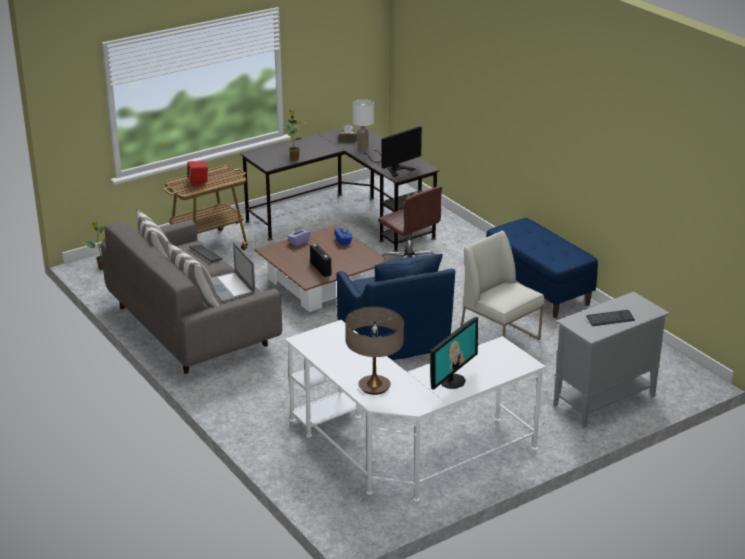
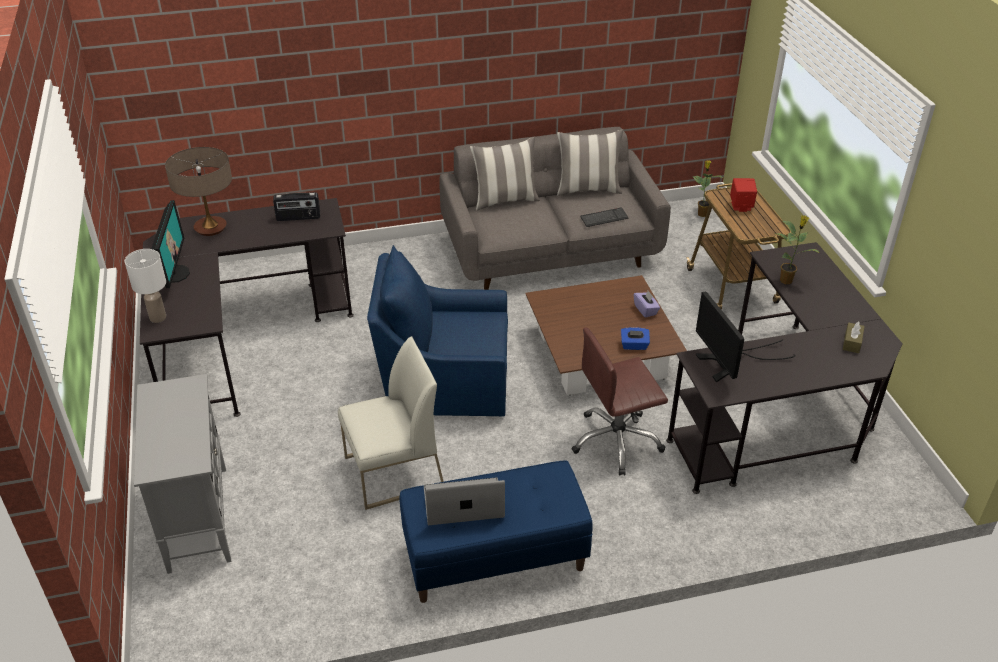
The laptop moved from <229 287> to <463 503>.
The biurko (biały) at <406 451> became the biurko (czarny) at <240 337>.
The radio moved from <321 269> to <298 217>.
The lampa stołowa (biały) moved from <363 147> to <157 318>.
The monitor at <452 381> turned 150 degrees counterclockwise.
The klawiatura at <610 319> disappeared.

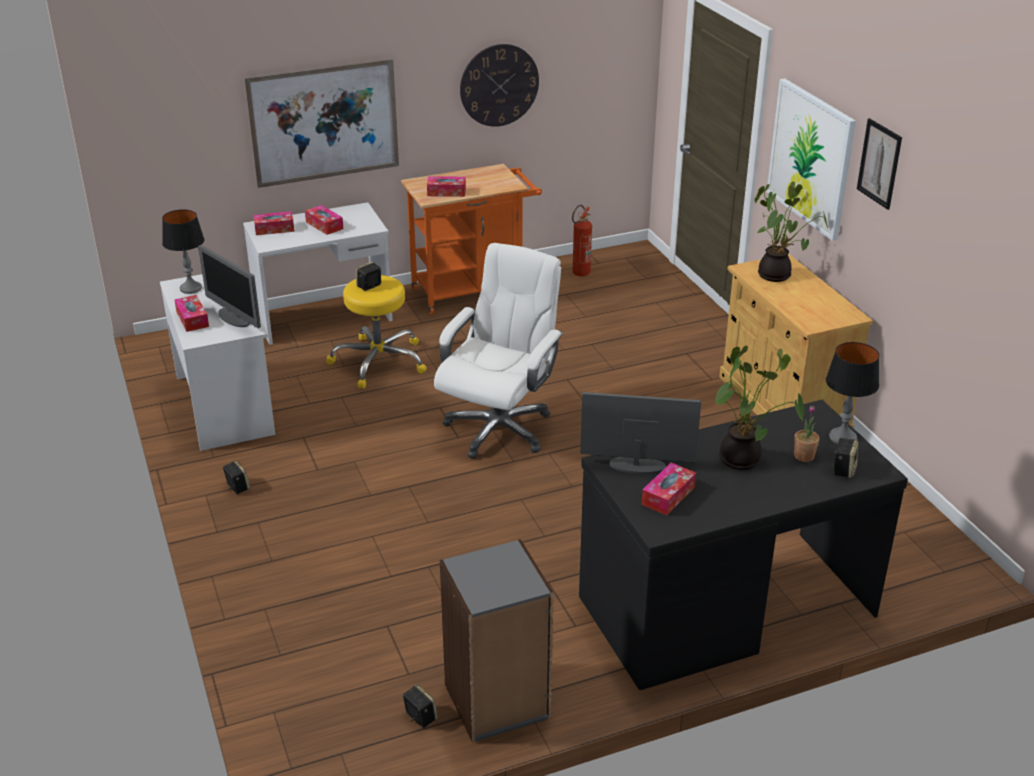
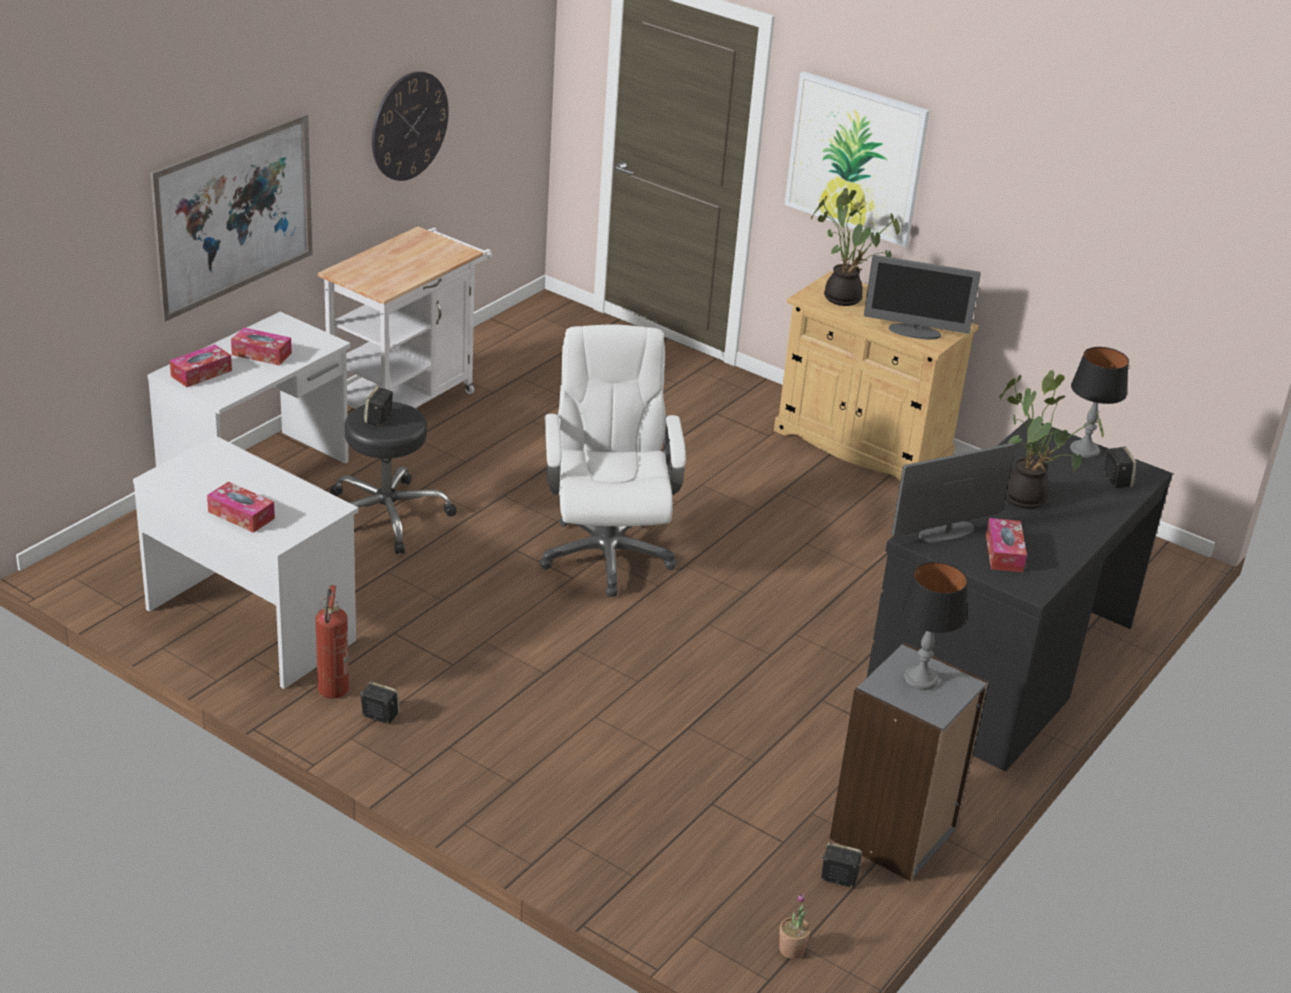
The lampa stołowa moved from <190 288> to <920 679>.
The monitor moved from <234 318> to <915 332>.
The stołek (żółty) at <378 361> became the stołek (czarny) at <385 516>.
The wózek (pomarańczowy) at <473 291> became the wózek (biały) at <408 399>.
The pudełko chusteczek at <446 192> disappeared.
The gaśnica moved from <579 274> to <332 694>.
The roślina doniczkowa moved from <804 456> to <791 949>.
The obraz at <879 163> disappeared.

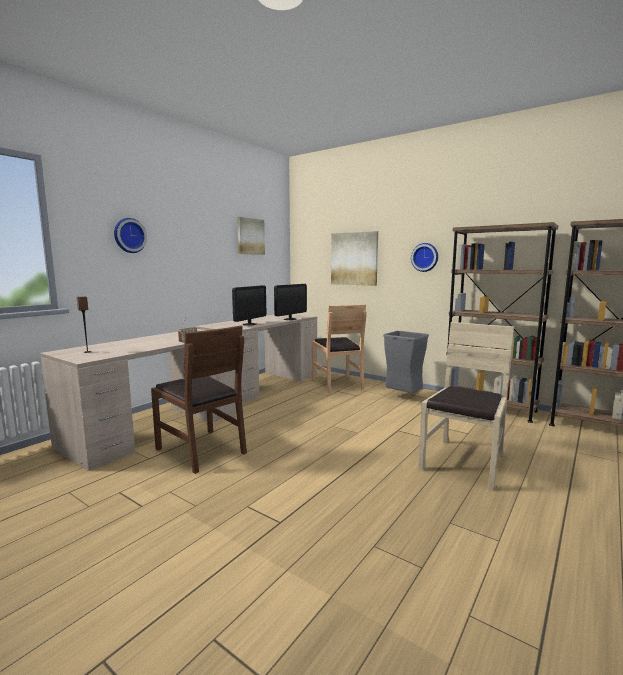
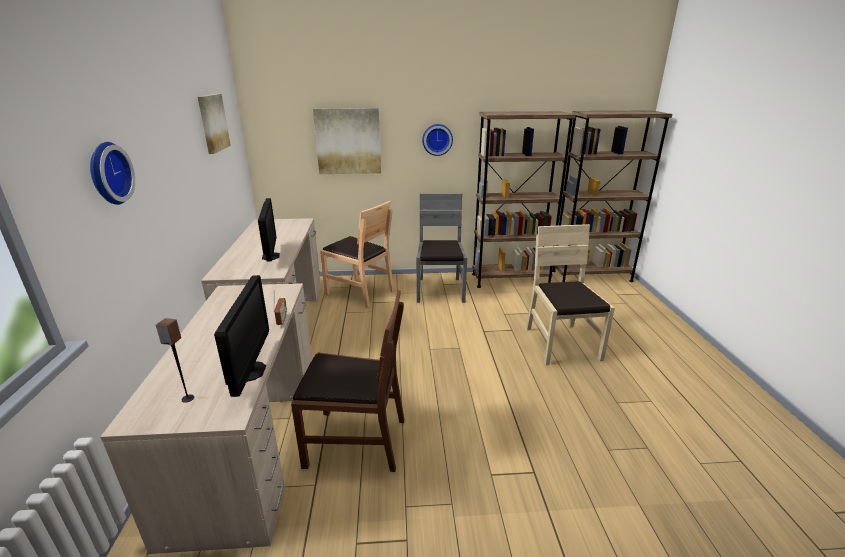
The monitor moved from <290 319> to <250 371>.
The kosz na śmieci (szary) at <403 398> was replaced by the krzesło (szary) at <440 290>.

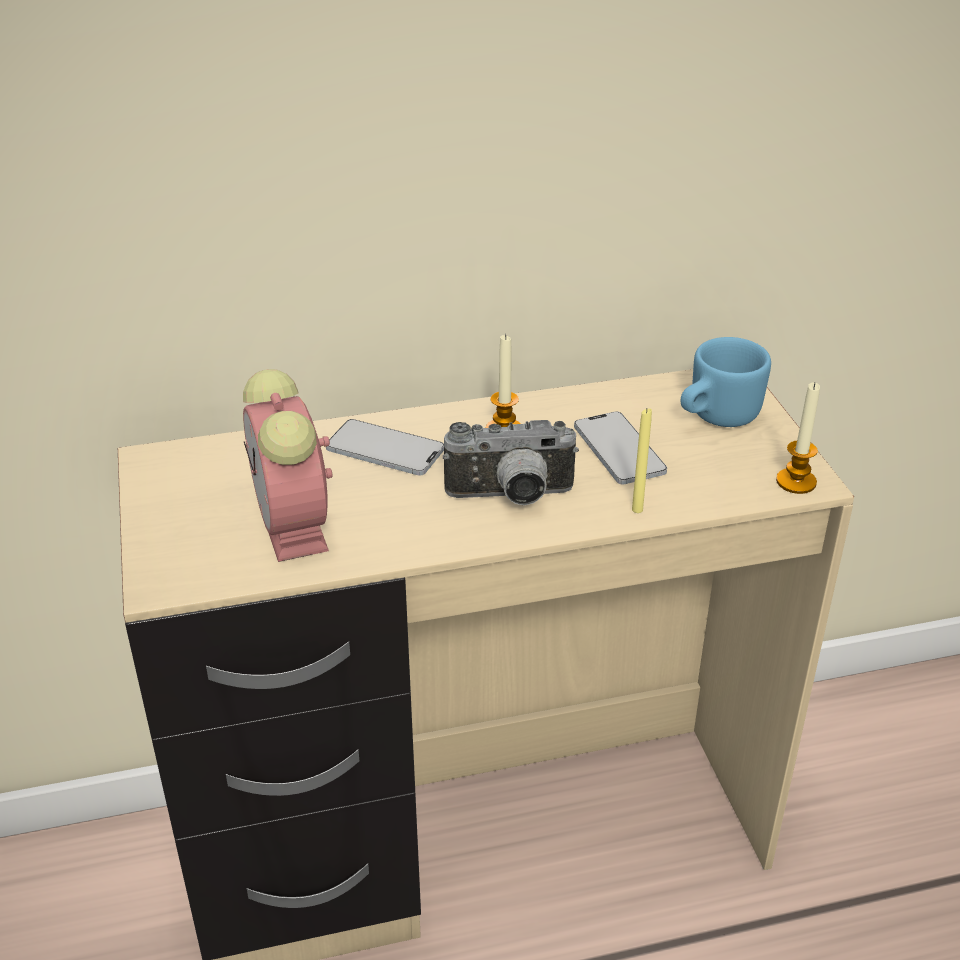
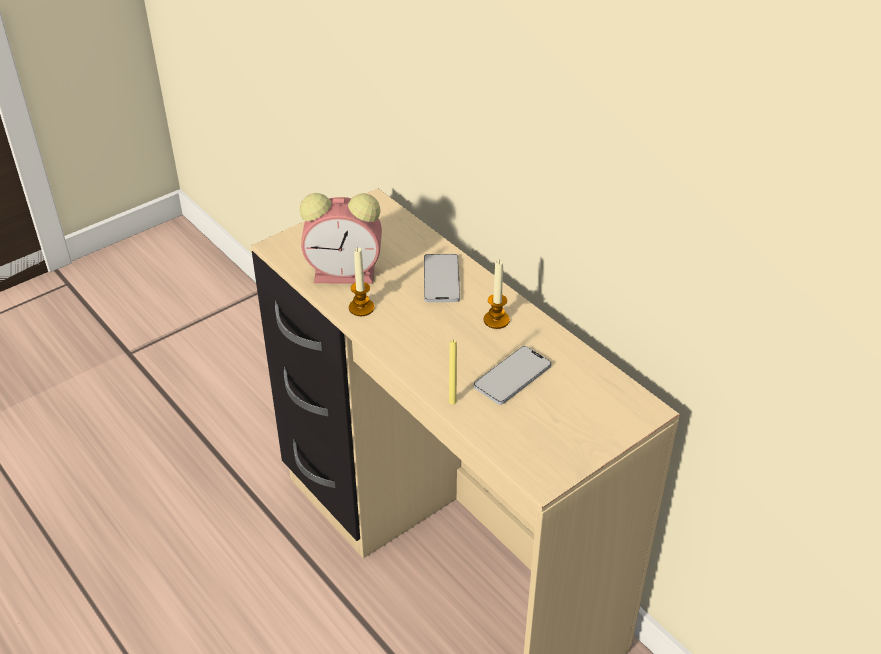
The budzik at <295 529> turned 135 degrees counterclockwise.
The aparat fotograficzny at <511 498> disappeared.
The kubek (niebieski) at <715 417> disappeared.
The świeca moved from <796 482> to <361 308>.

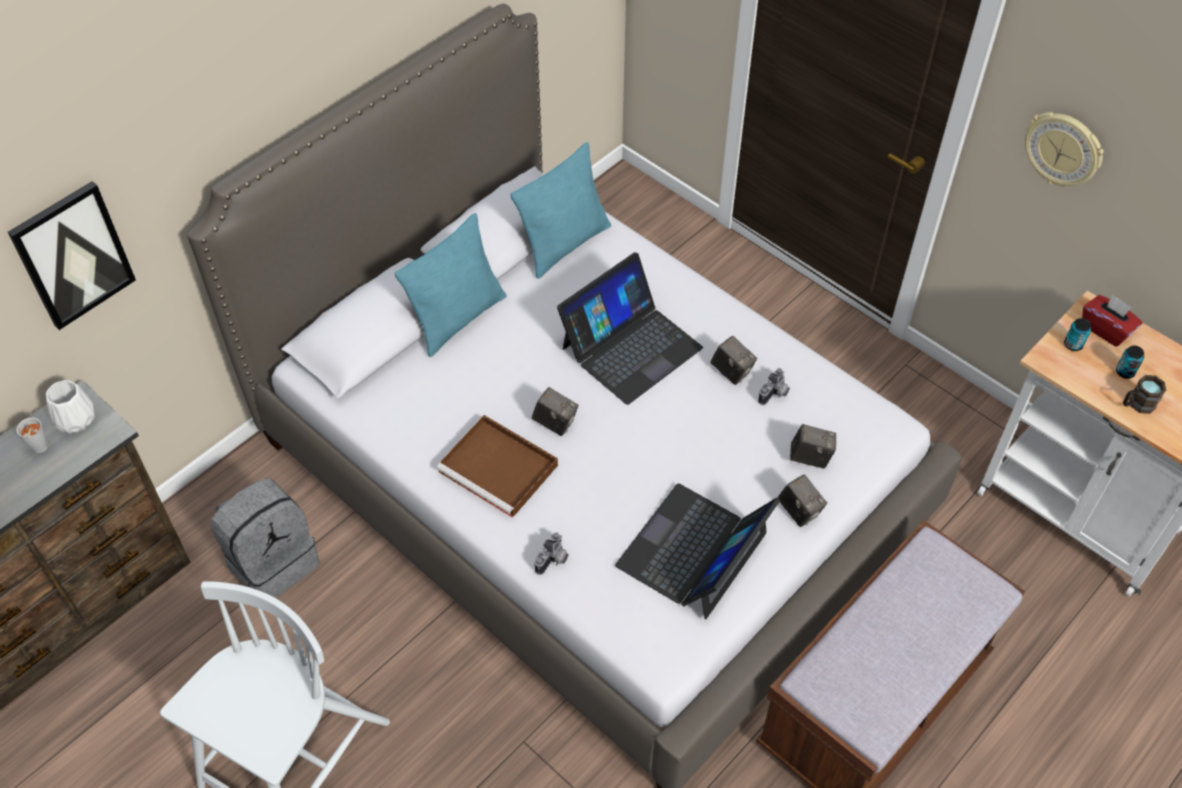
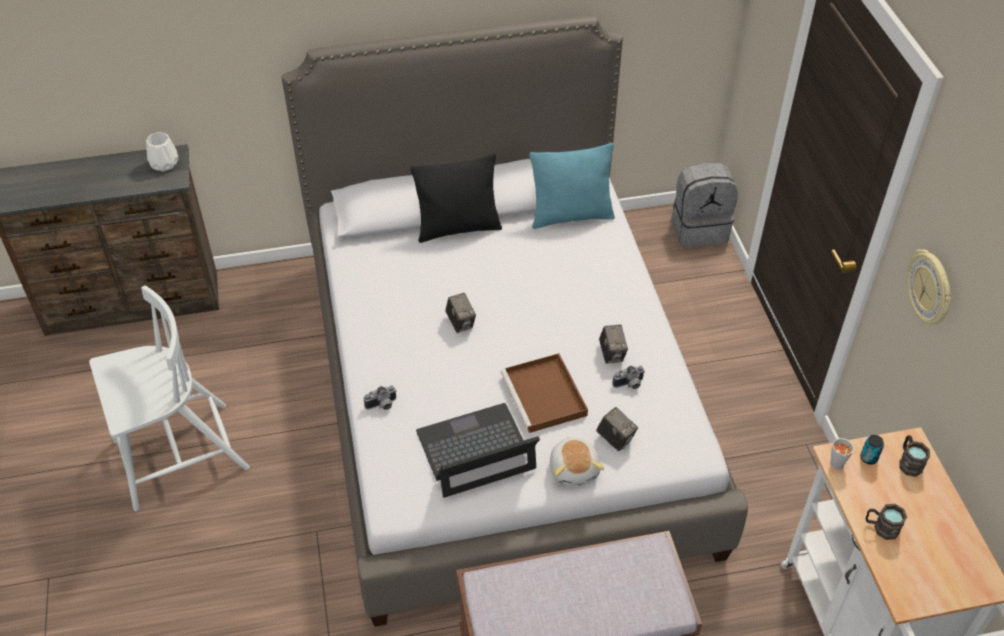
The obraz at <72 255> disappeared.
The filiżanka (szary) moved from <40 449> to <836 466>.
The plecak (szary) moved from <272 562> to <699 229>.
The poduszka (turkusowy) at <458 319> became the poduszka (czarny) at <458 228>.
The taca (brązowy) moved from <500 469> to <545 396>.
The laptop at <630 347> disappeared.
The aparat fotograficzny at <799 511> was replaced by the pluszak at <574 469>.
The pudełko chusteczek (czerwony) at <1106 329> was replaced by the kubek (brązowy) at <908 462>.
The puszka at <1125 372> disappeared.

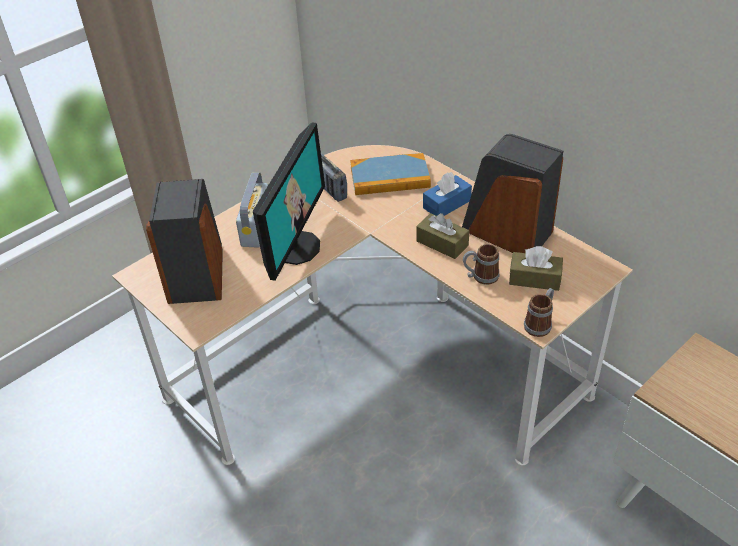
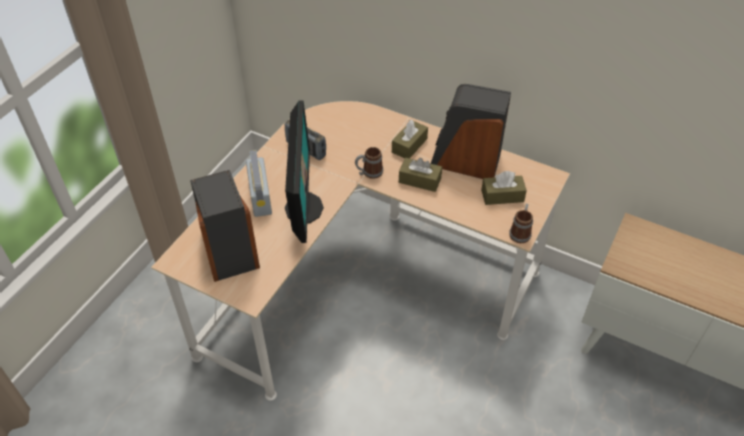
The książka at <390 178> disappeared.
The pudełko chusteczek (niebieski) at <447 204> became the pudełko chusteczek (brązowy) at <409 145>.
The kubek moved from <480 276> to <369 173>.

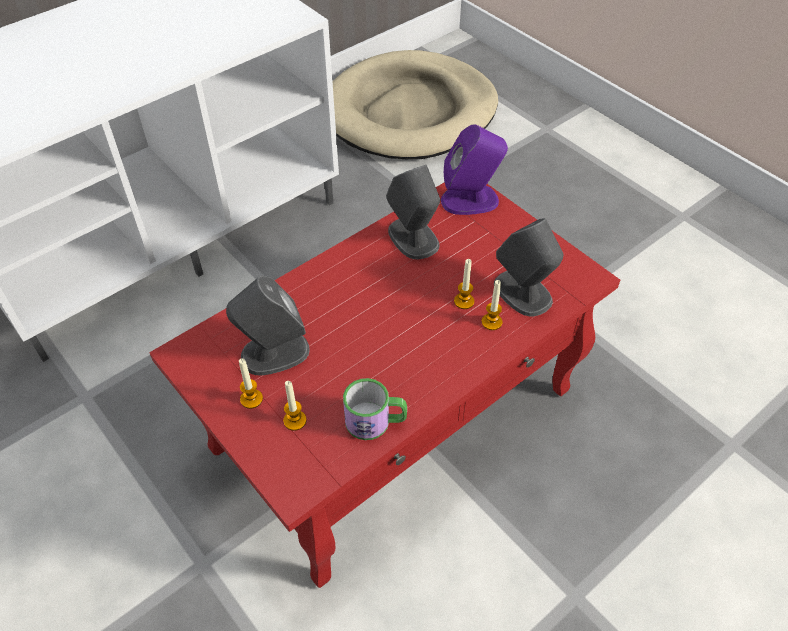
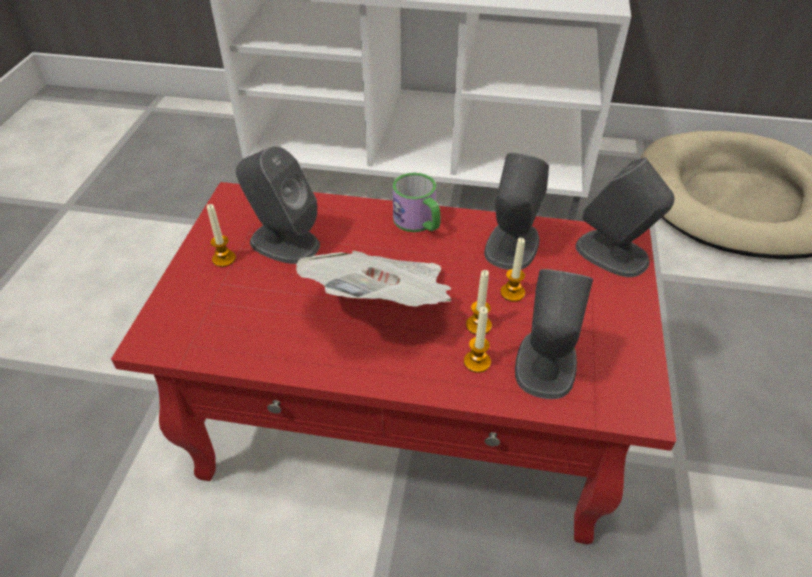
The świeca moved from <295 420> to <512 293>.
The kubek moved from <375 421> to <418 223>.
The głośnik (fioletowy) at <470 200> became the głośnik (szary) at <613 254>.
The gazeta at <383 304> appeared.

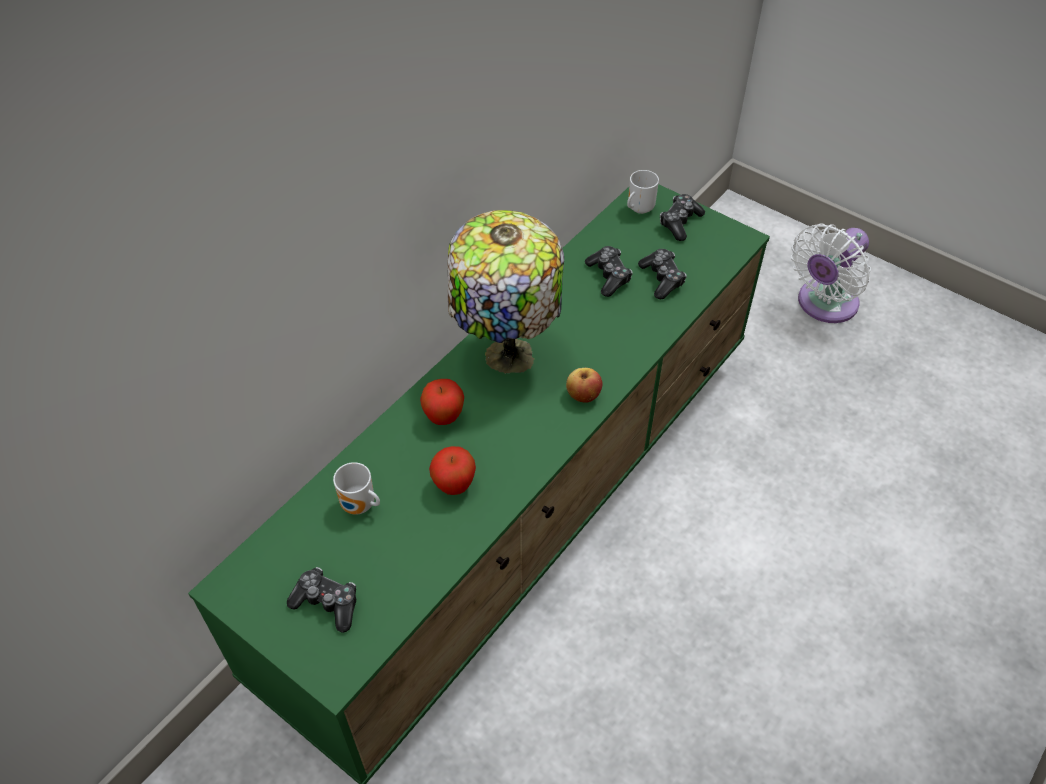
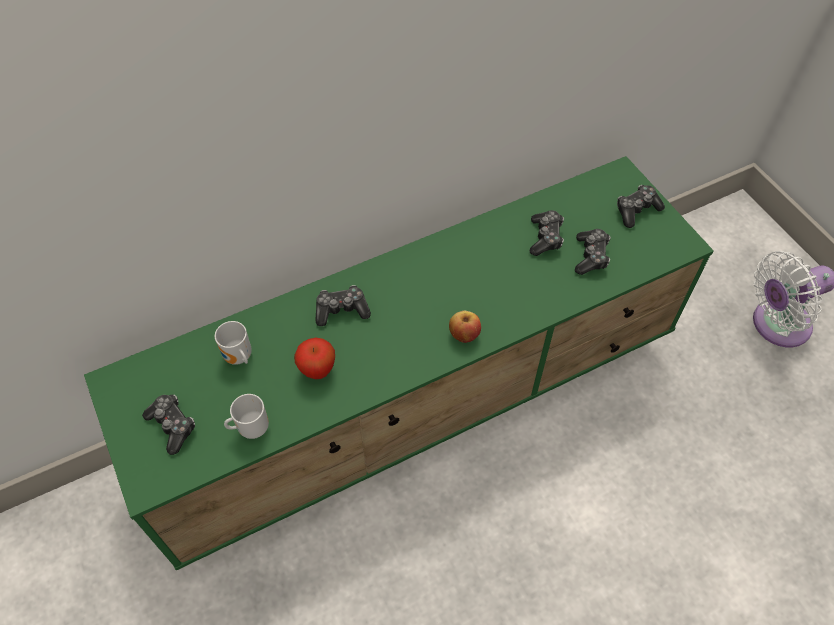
The jabłko at <444 418> was replaced by the pad do gier at <341 310>.
The lampa stołowa at <506 358> disappeared.
The kubek moved from <638 209> to <251 427>.

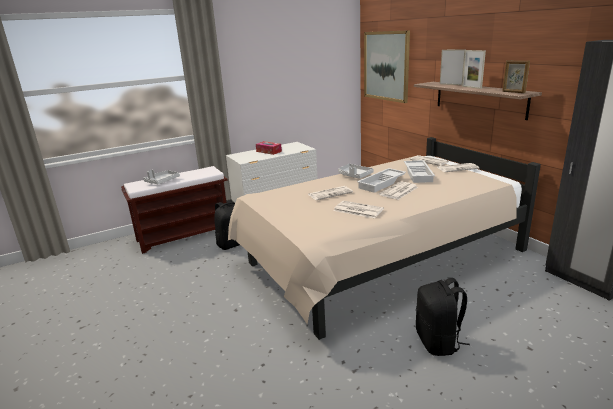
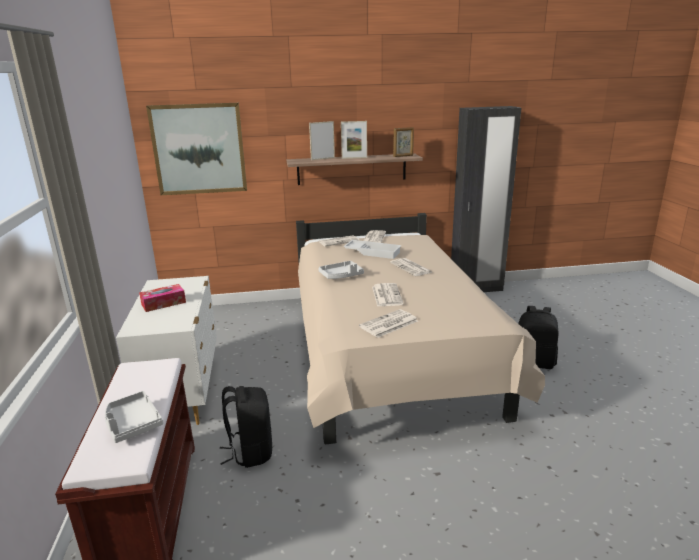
The gazeta moved from <357 210> to <388 324>.
The taca (biały) at <382 183> disappeared.

